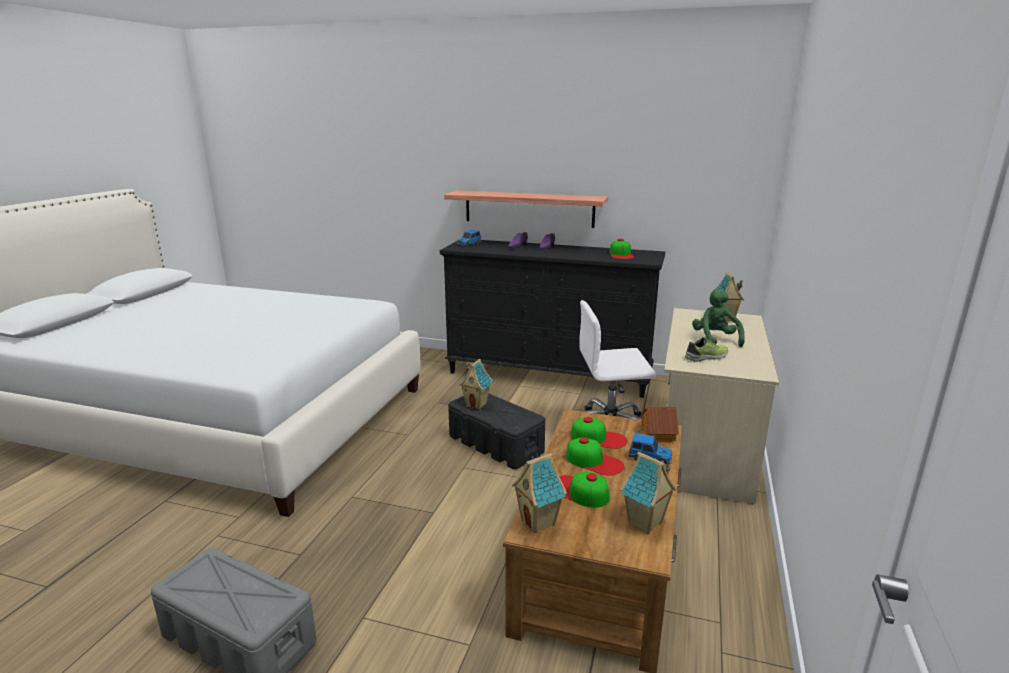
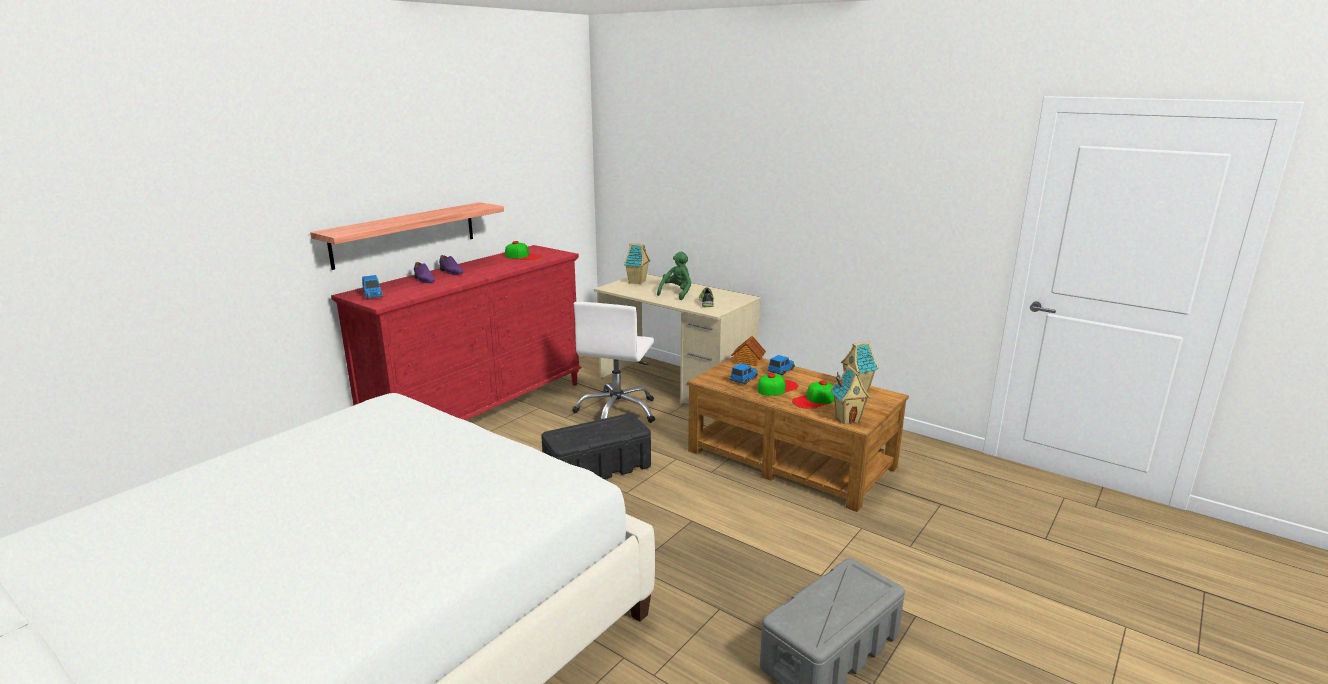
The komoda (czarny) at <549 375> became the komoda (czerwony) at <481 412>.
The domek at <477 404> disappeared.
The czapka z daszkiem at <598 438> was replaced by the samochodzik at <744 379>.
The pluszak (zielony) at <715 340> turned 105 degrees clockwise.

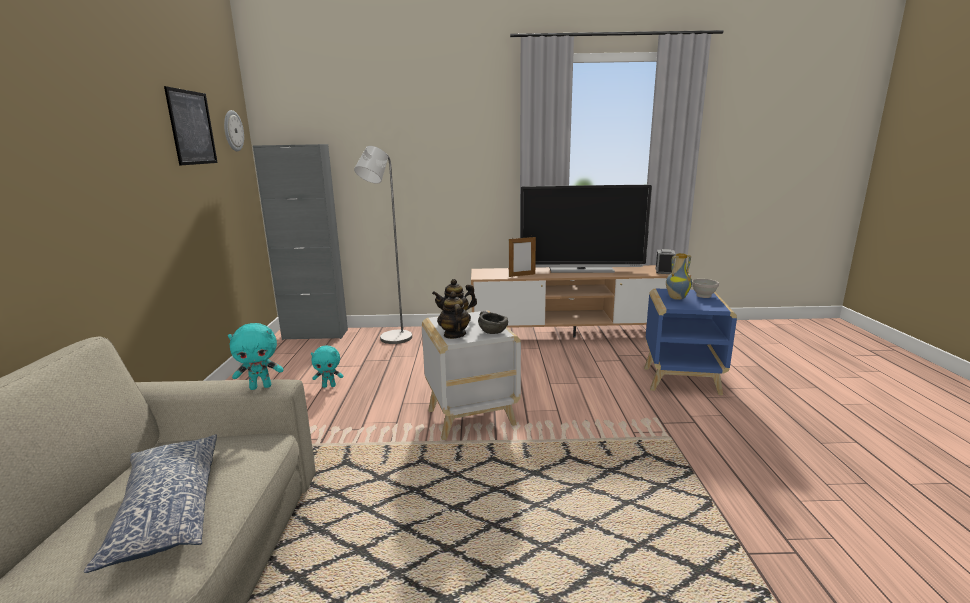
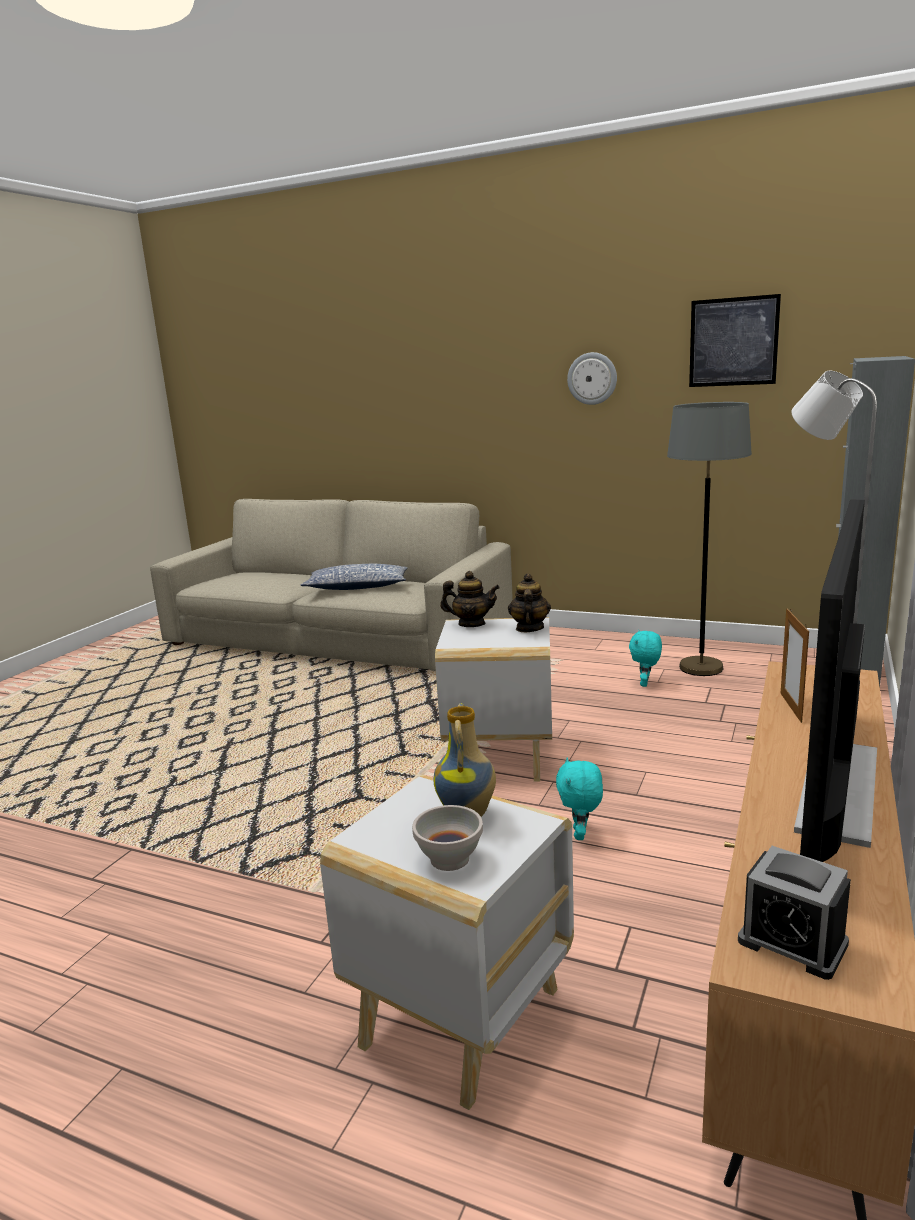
The zegar ścienny moved from <232 131> to <592 378>.
The pluszak (turkusowy) moved from <261 387> to <581 834>.
The miska (szary) at <493 332> disappeared.
The stolik (niebieski) at <682 380> became the stolik (biały) at <459 1020>.
The lampa stojąca (szary) at <701 668> appeared.

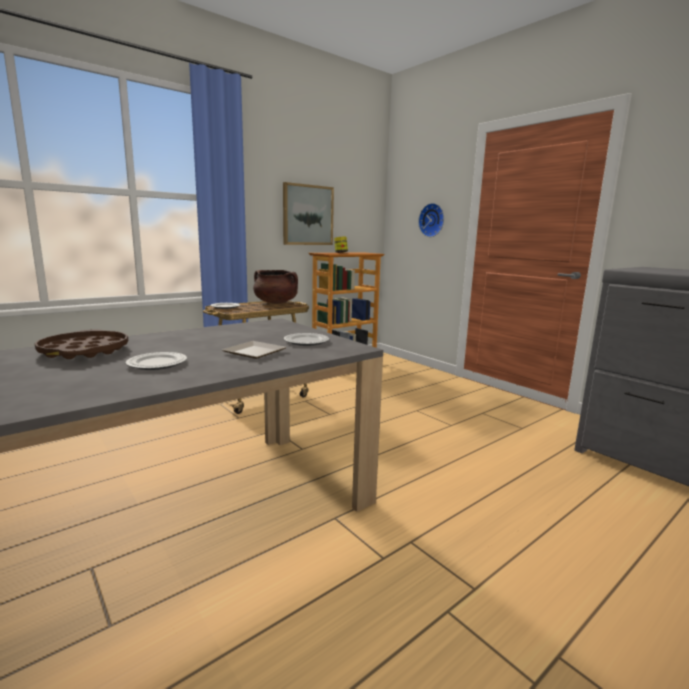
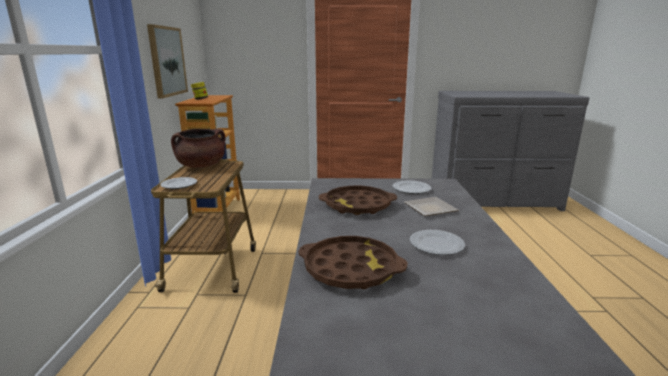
The zegar ścienny at <432 220> disappeared.
The taca (brązowy) at <357 205> appeared.

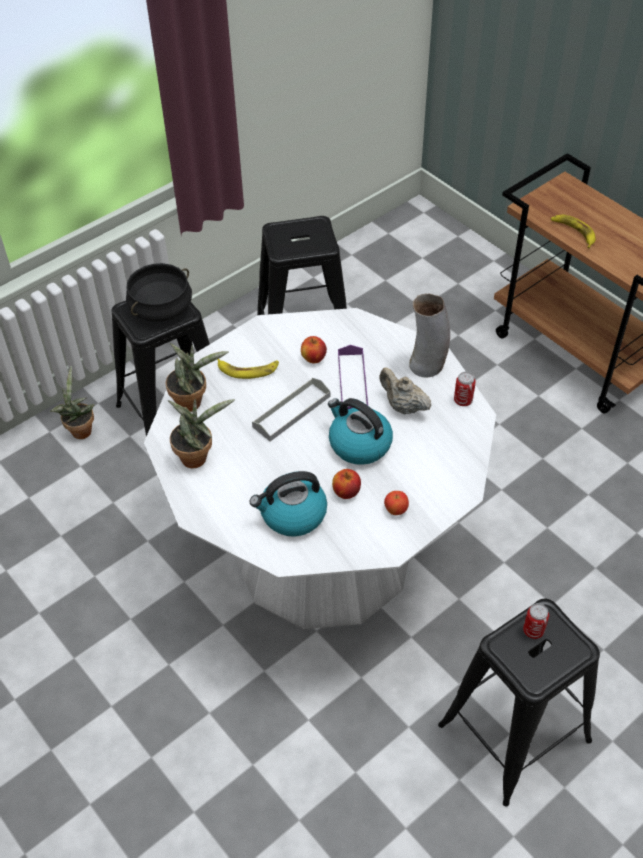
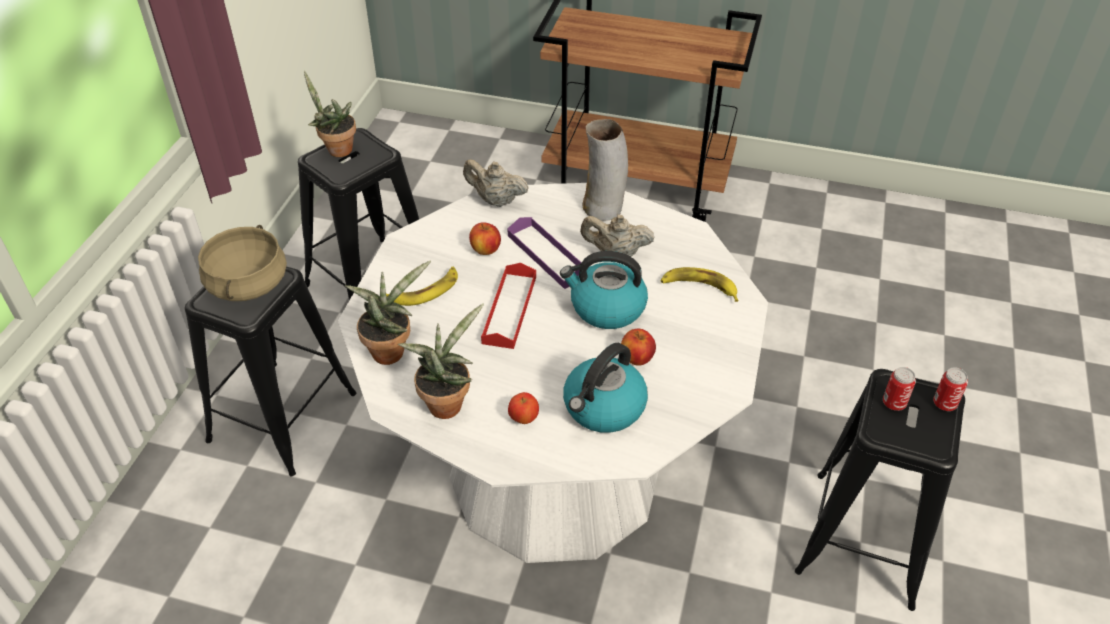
The roślina doniczkowa moved from <80 430> to <336 149>.
The garnek (czarny) at <161 308> became the garnek (beżowy) at <248 284>.
The taca (szary) at <291 411> became the taca (czerwony) at <509 309>.
The jabłko moved from <395 510> to <523 418>.
The puszka moved from <463 401> to <944 404>.
The banan moved from <573 232> to <699 287>.
The imbryk (beżowy) at <496 200> appeared.

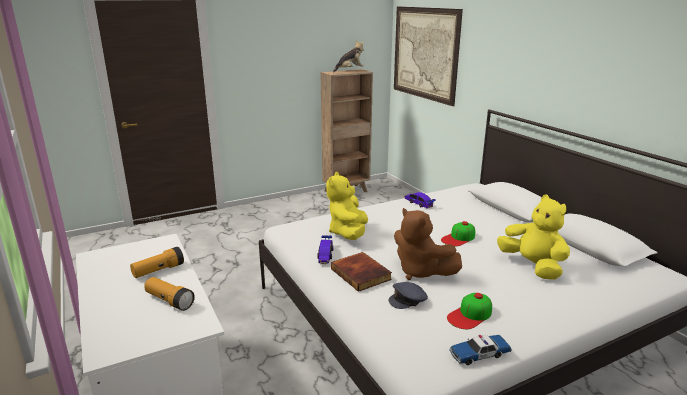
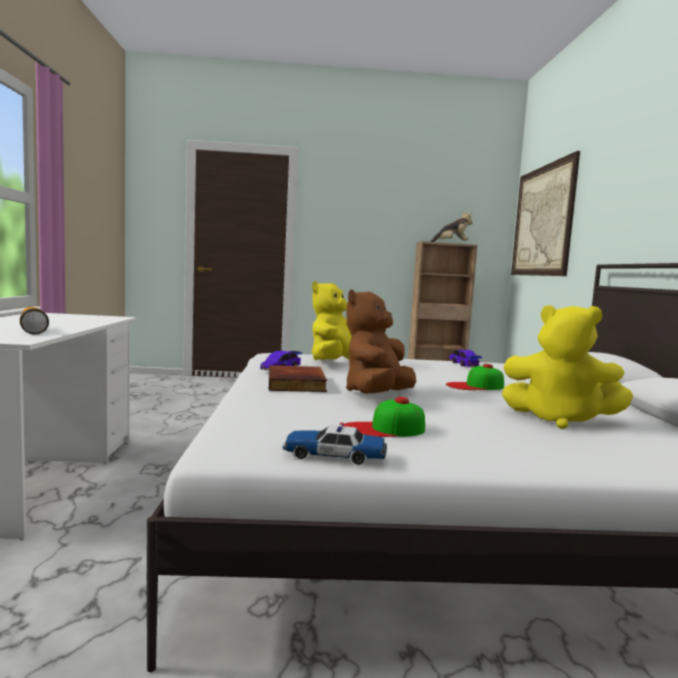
The latarka at <158 271> disappeared.
The czapka z daszkiem (szary) at <408 300> disappeared.
The pluszak (brązowy) at <420 271> turned 45 degrees clockwise.
The pluszak (żółty) at <532 266> turned 120 degrees clockwise.

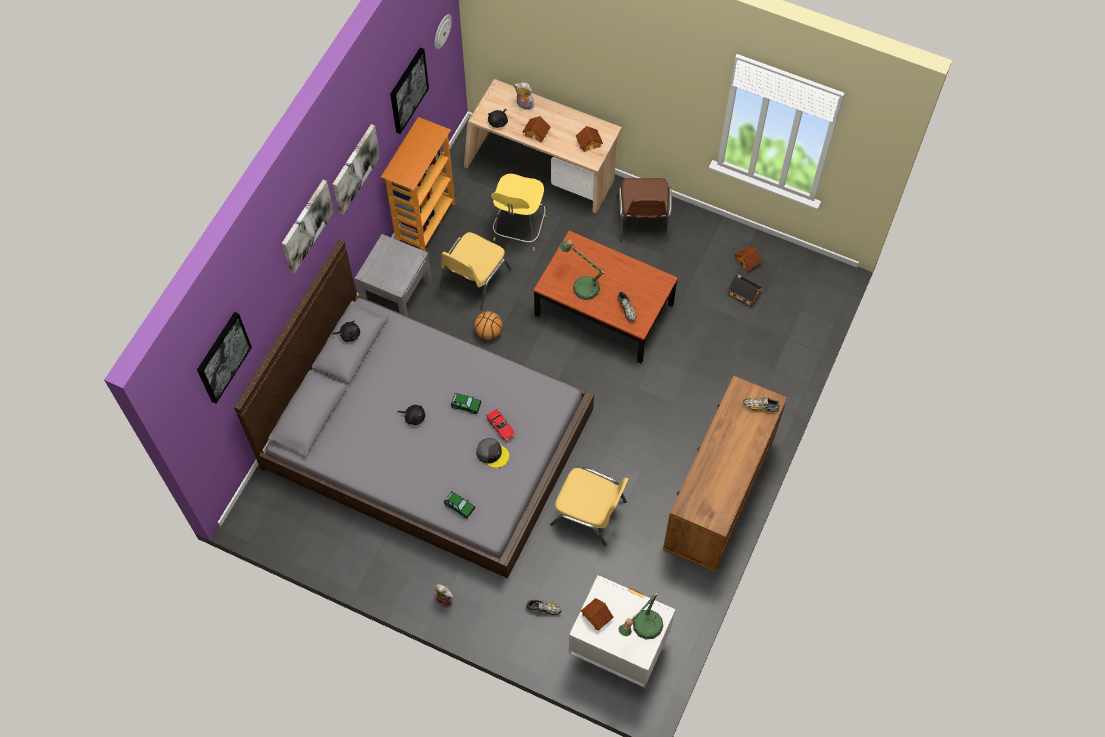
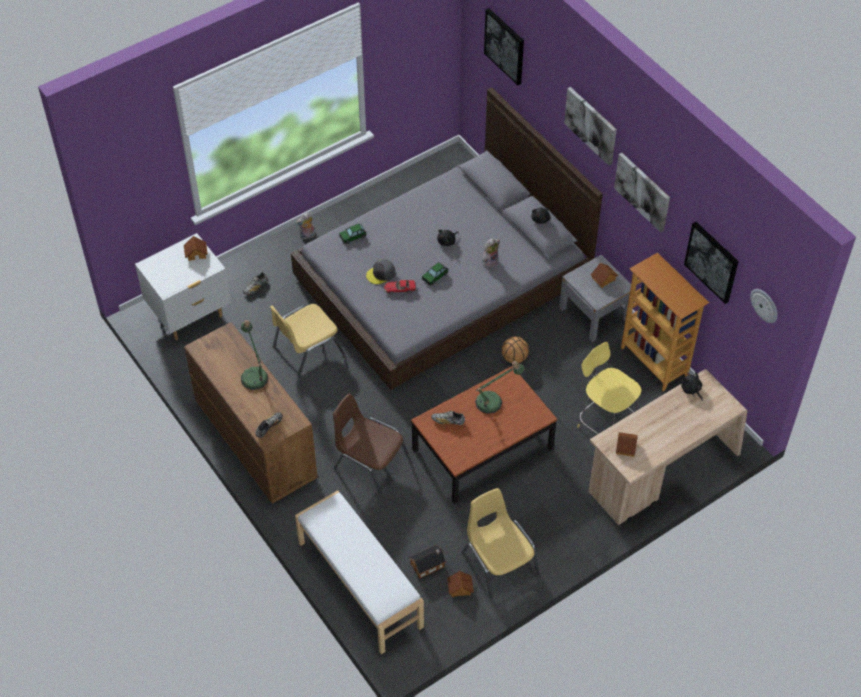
The krzesło (żółty) moved from <473 279> to <498 561>.
The pluszak moved from <524 105> to <489 261>.
The domek moved from <536 132> to <603 279>.
The krzesło (brązowy) moved from <643 220> to <369 461>.
The lampa stołowa moved from <643 628> to <254 374>.
The ławka (biały) at <359 585> appeared.

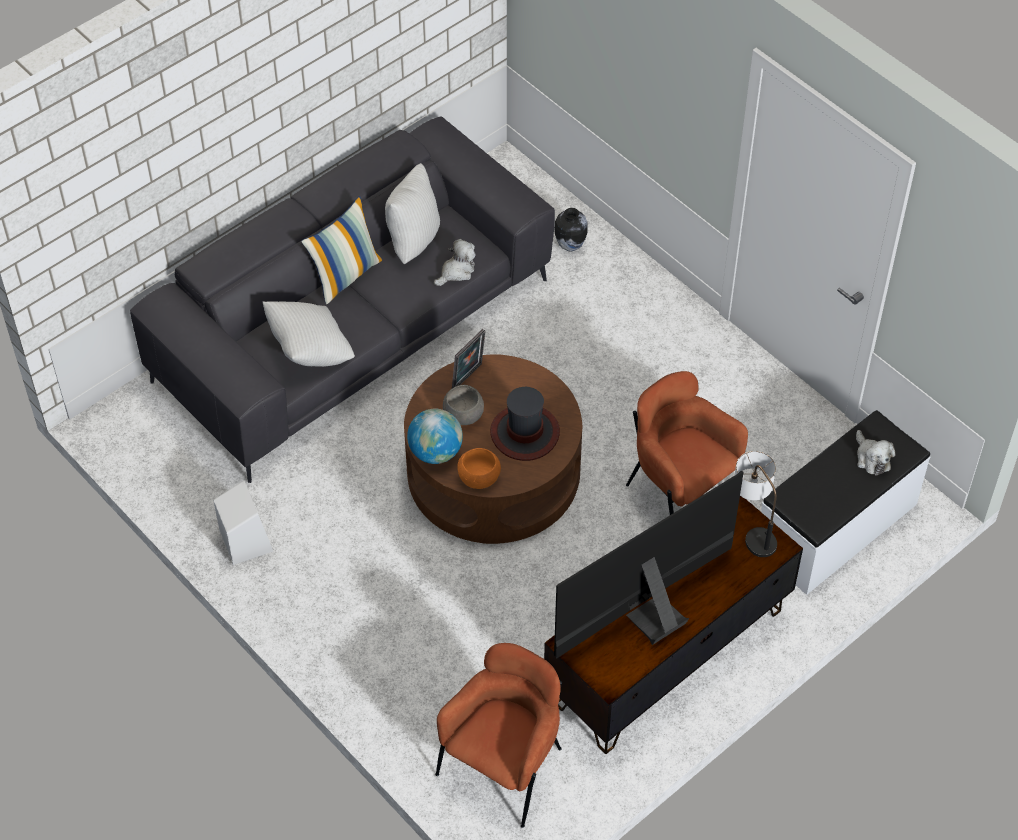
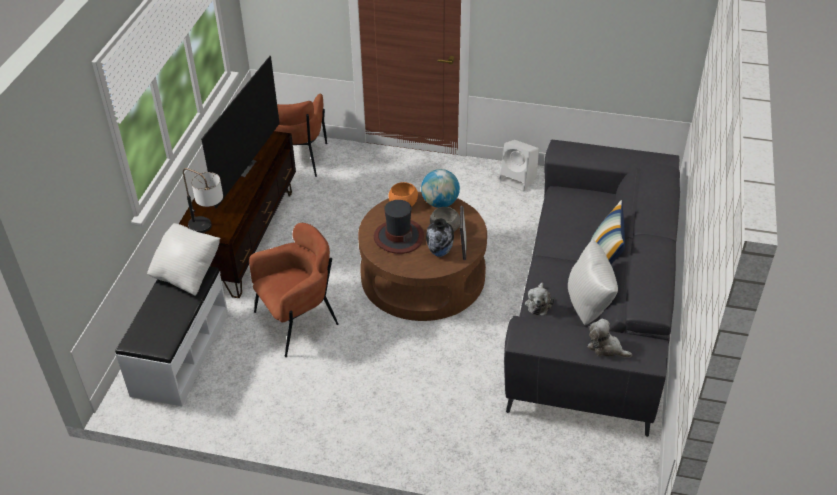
The poduszka (biały) moved from <310 351> to <188 273>.
The wazon moved from <570 246> to <440 253>.
The fotel (brązowy) at <680 493> turned 45 degrees counterclockwise.
The pluszak moved from <871 458> to <606 347>.

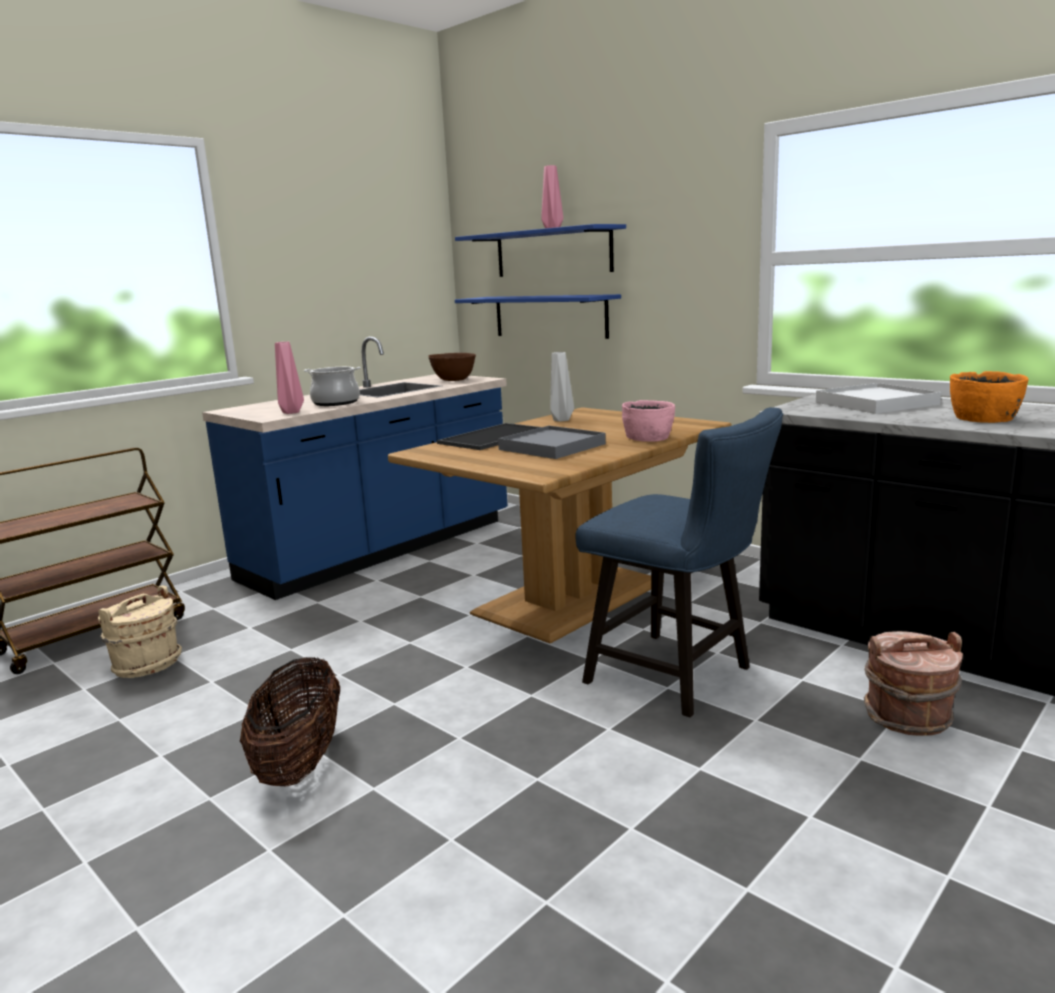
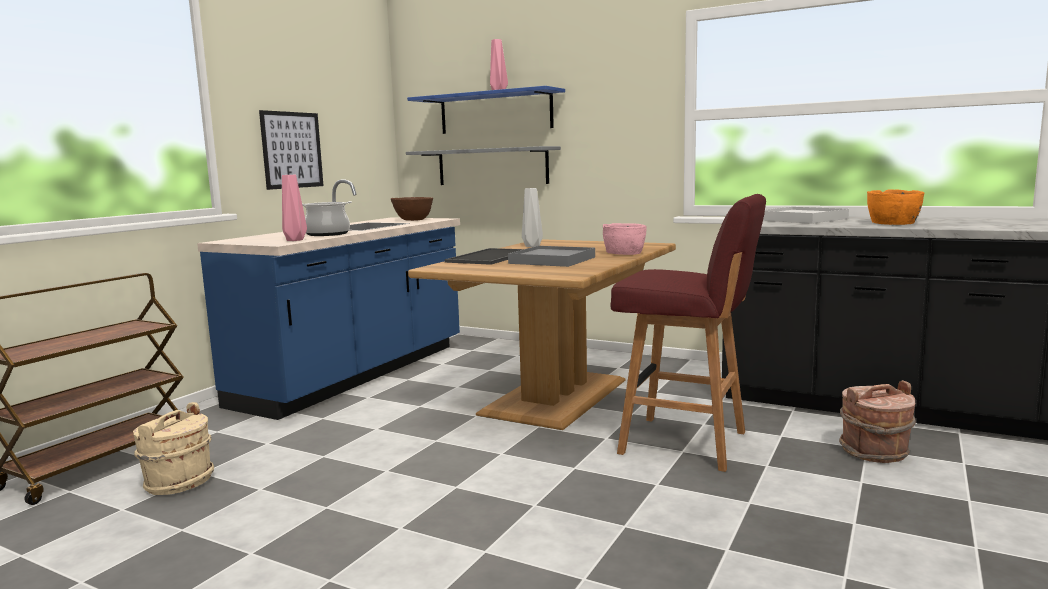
The koszyk at <300 762> disappeared.
The półka (niebieski) at <550 316> became the półka (szary) at <492 166>.
The krzesło (niebieski) at <679 677> was replaced by the stołek (czerwony) at <687 443>.
The obraz at <292 150> appeared.

